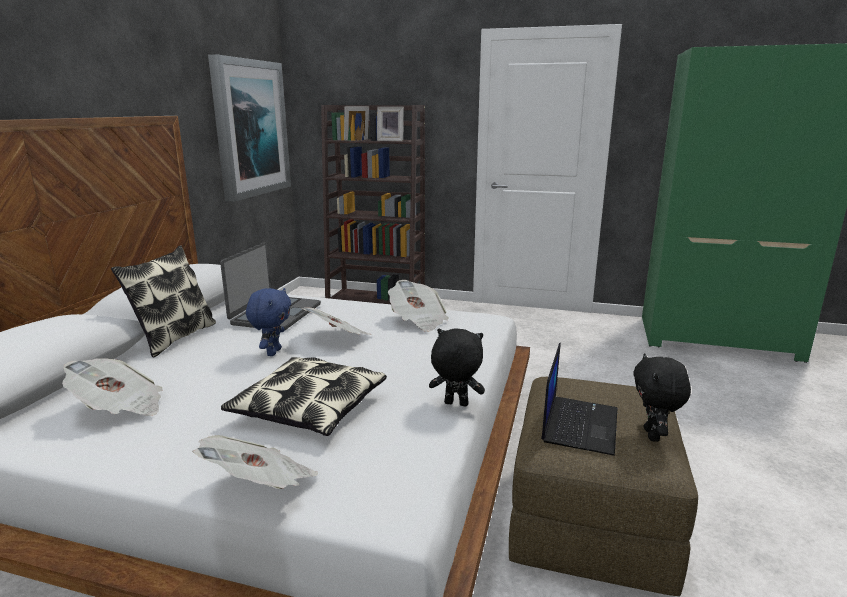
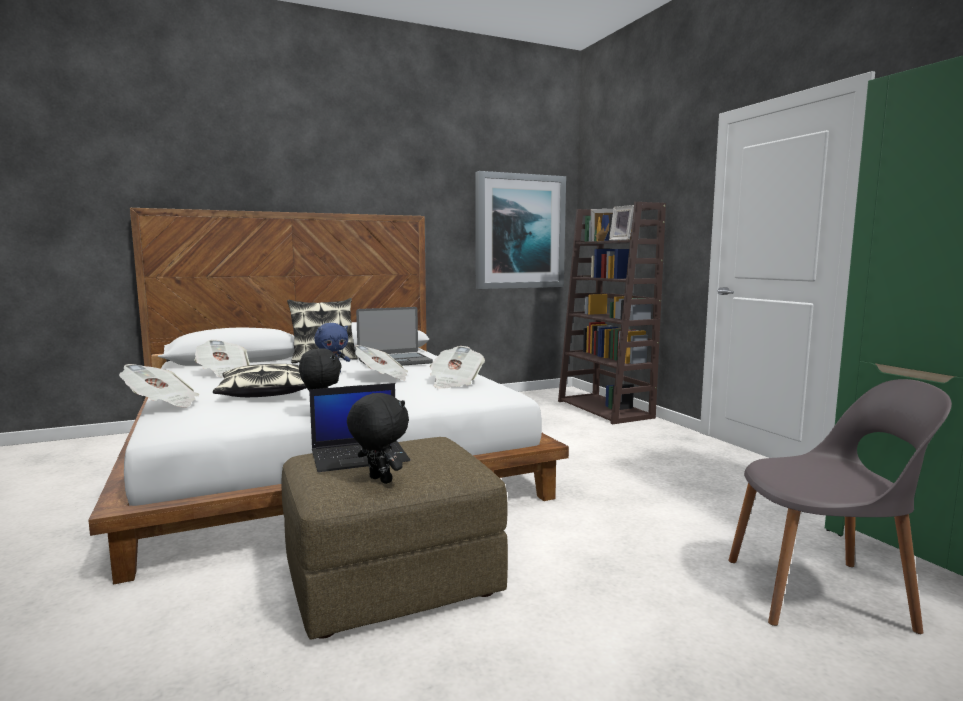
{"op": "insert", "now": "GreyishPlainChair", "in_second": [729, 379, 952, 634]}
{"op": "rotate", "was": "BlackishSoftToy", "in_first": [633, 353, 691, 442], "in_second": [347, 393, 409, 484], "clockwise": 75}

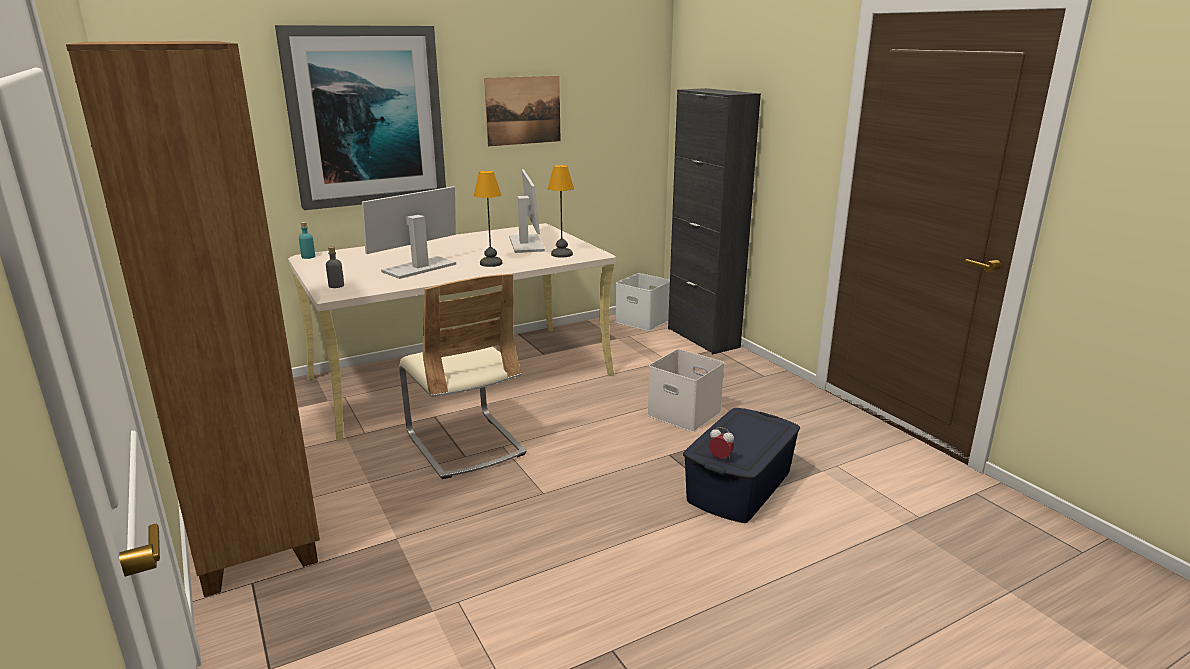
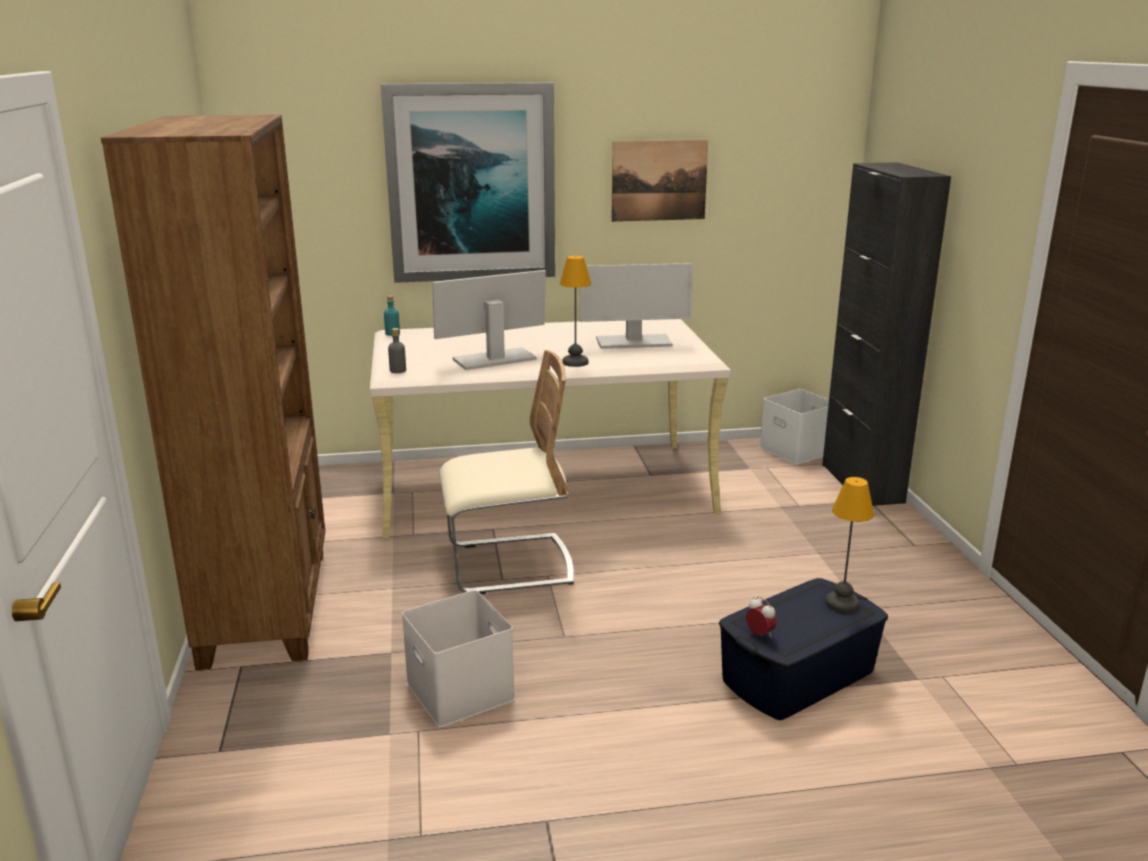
{"op": "move", "was": "TabletopLamp", "in_first": [548, 165, 574, 258], "in_second": [825, 477, 874, 613]}
{"op": "move", "was": "WhiteStorageBox", "in_first": [647, 349, 724, 432], "in_second": [402, 590, 515, 727]}
{"op": "rotate", "was": "BeigeColouredPlainChair", "in_first": [399, 274, 527, 479], "in_second": [439, 350, 574, 594], "clockwise": -90}
{"op": "rotate", "was": "Monitor", "in_first": [509, 169, 545, 253], "in_second": [580, 263, 693, 349], "clockwise": 75}

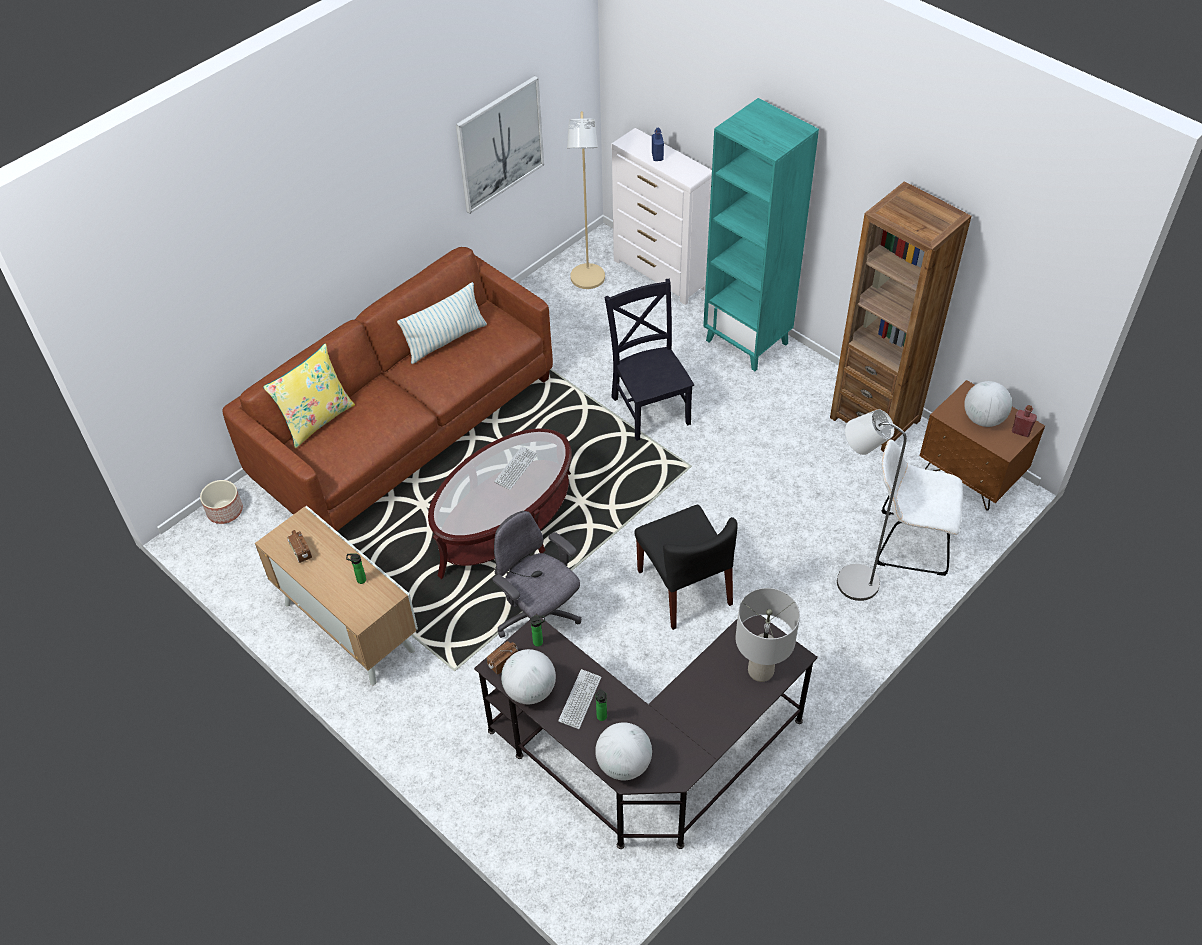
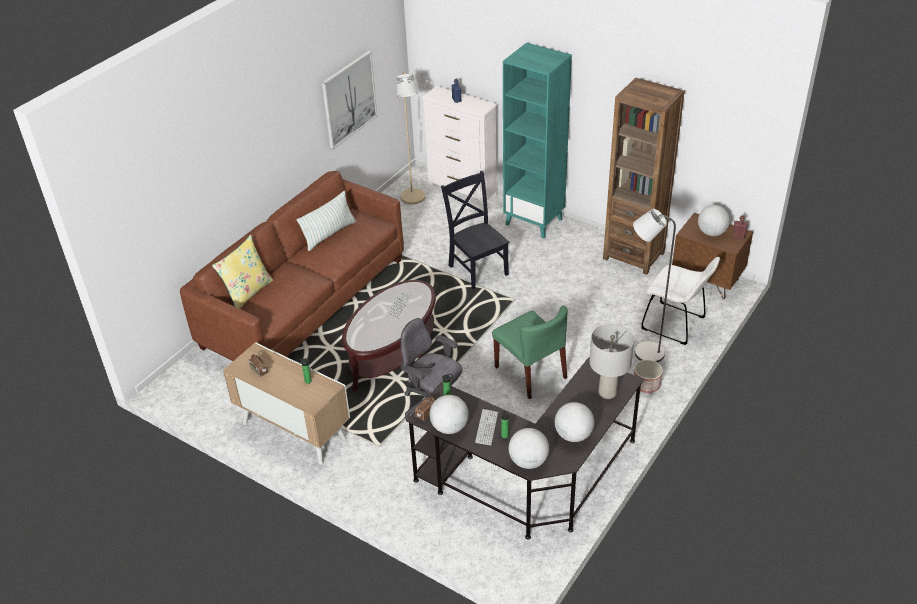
{"op": "insert", "now": "Globe", "in_second": [555, 402, 594, 442]}
{"op": "move", "was": "FlowerPot", "in_first": [200, 480, 243, 524], "in_second": [634, 360, 663, 393]}
{"op": "recolor", "was": "BlackishPlainChair", "now": "GreenishPlainChair", "in_first": [634, 505, 738, 630], "in_second": [492, 306, 568, 399]}
{"op": "rotate", "was": "WhitePlainChair", "in_first": [877, 439, 963, 576], "in_second": [641, 257, 720, 345], "clockwise": -150}

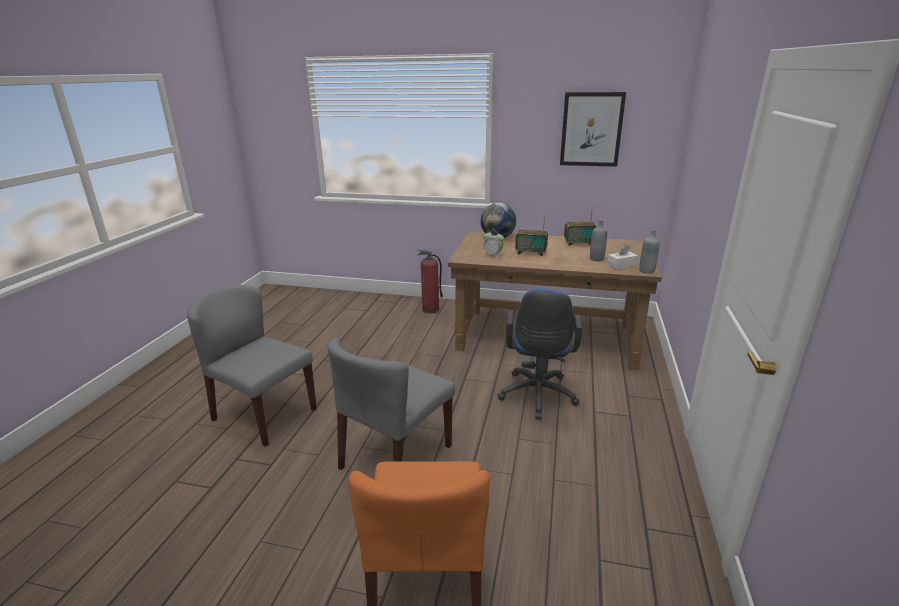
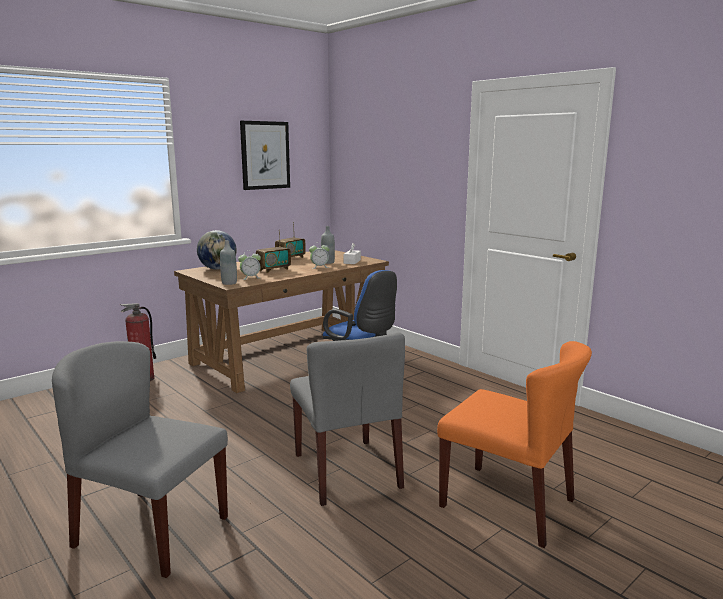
{"op": "insert", "now": "AlarmClock", "in_second": [309, 242, 329, 269]}
{"op": "move", "was": "GreyishDrinkBottle", "in_first": [639, 229, 660, 274], "in_second": [220, 240, 237, 285]}
{"op": "rotate", "was": "GreyishPlainChair", "in_first": [187, 285, 317, 447], "in_second": [52, 341, 228, 578], "clockwise": 45}

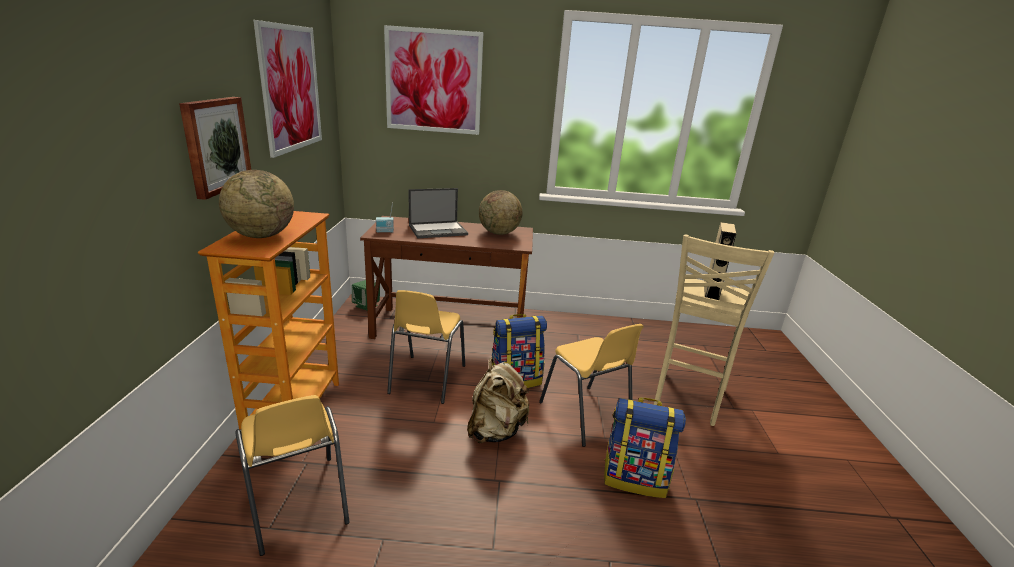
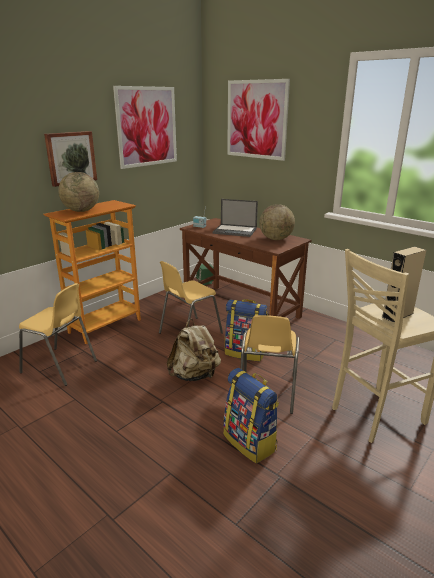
{"op": "rotate", "was": "YellowColouredPlainChair", "in_first": [235, 395, 350, 556], "in_second": [19, 283, 97, 386], "clockwise": -75}

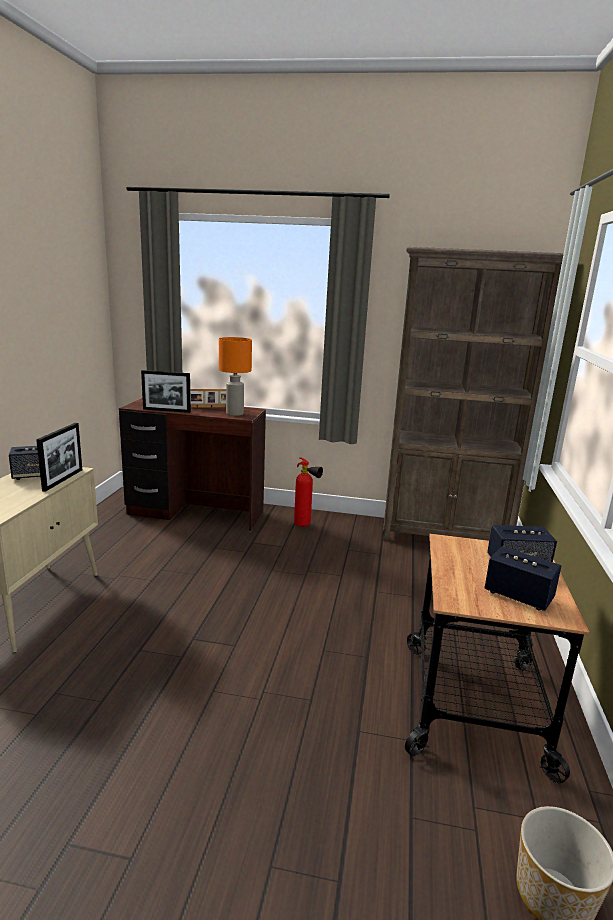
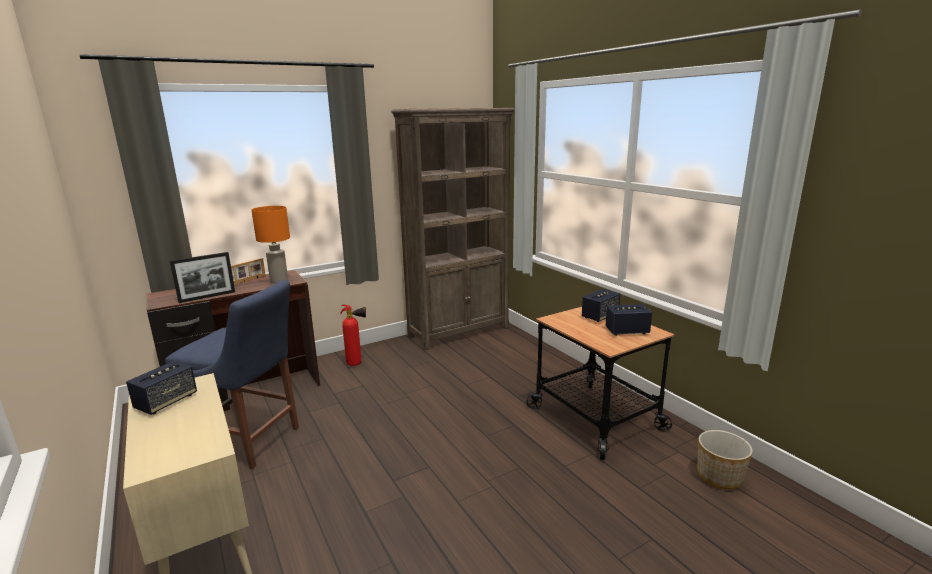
{"op": "delete", "was": "PictureFrame", "in_first": [36, 423, 82, 492]}
{"op": "insert", "now": "BlueColouredPlainChair", "in_second": [165, 280, 299, 469]}

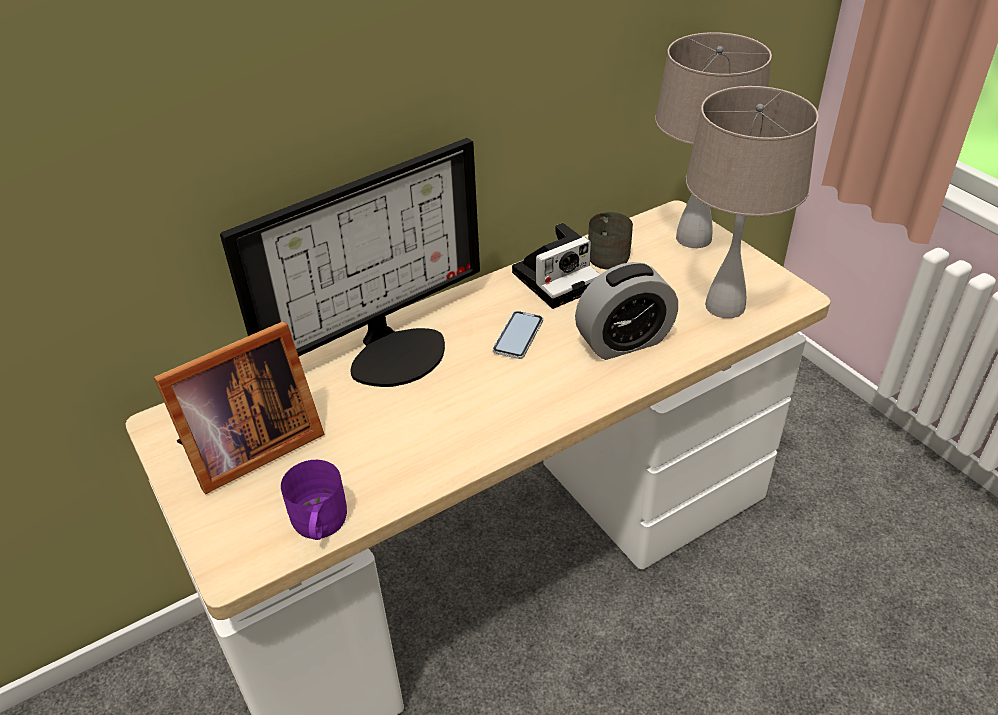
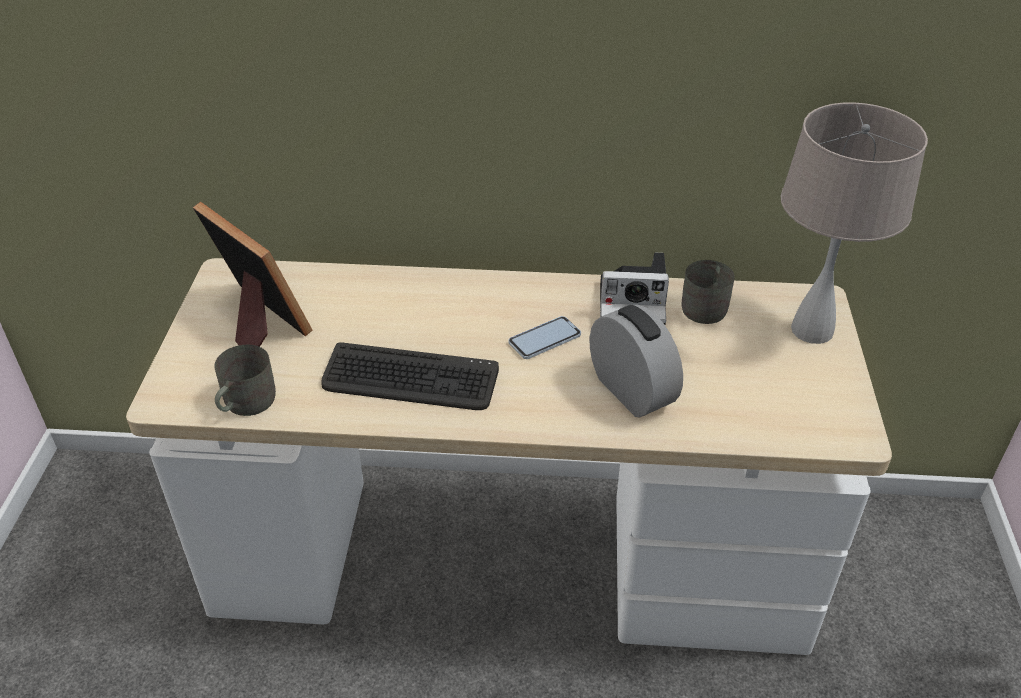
{"op": "delete", "was": "Monitor", "in_first": [220, 138, 480, 387]}
{"op": "delete", "was": "BeigeColouredTabletopLamp", "in_first": [686, 86, 819, 318]}
{"op": "insert", "now": "ComputerKeyboard", "in_second": [321, 342, 499, 410]}
{"op": "recolor", "was": "PurpleCoffeeMug", "now": "GreyishCoffeeMug", "in_first": [281, 460, 347, 540], "in_second": [214, 345, 276, 416]}
{"op": "rotate", "was": "PictureFrame", "in_first": [154, 321, 324, 494], "in_second": [193, 202, 312, 347], "clockwise": -135}
{"op": "rotate", "was": "AlarmClock", "in_first": [575, 262, 678, 360], "in_second": [589, 305, 683, 417], "clockwise": -135}

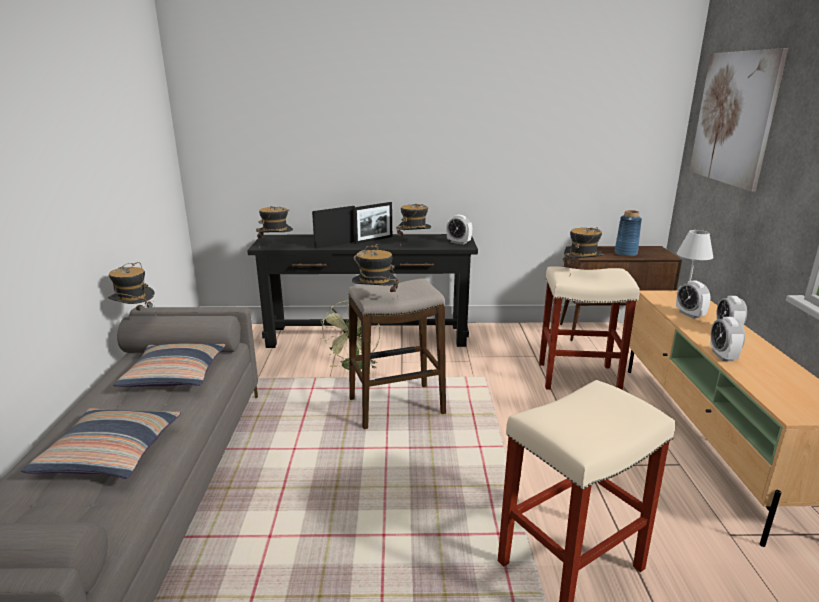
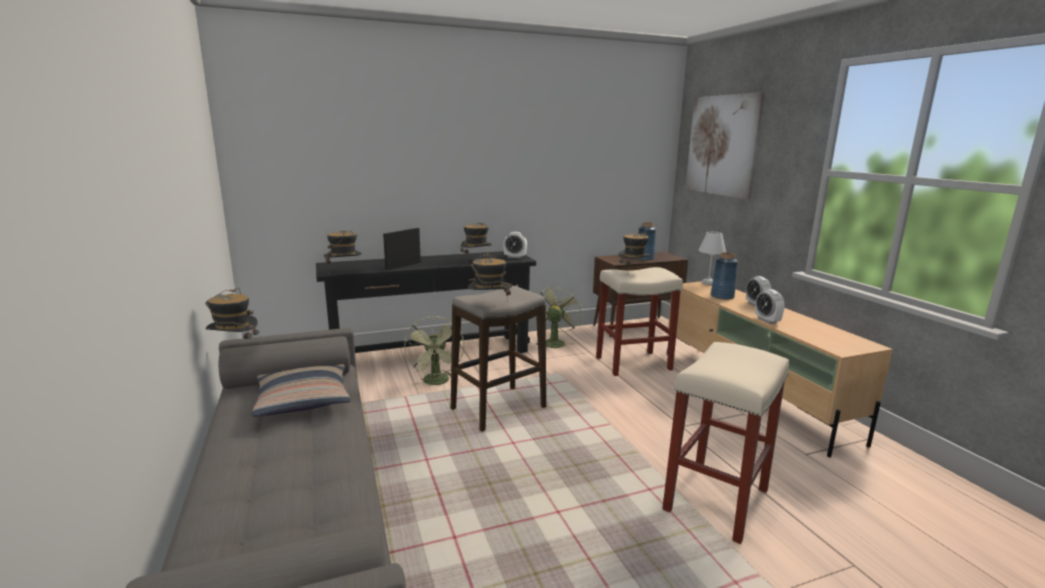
{"op": "delete", "was": "Cushion", "in_first": [21, 408, 181, 479]}
{"op": "delete", "was": "PictureFrame", "in_first": [353, 202, 392, 244]}
{"op": "insert", "now": "GreenishCoolingFan", "in_second": [536, 285, 582, 348]}
{"op": "replace", "was": "AlarmClock", "now": "BlueColouredDecorativeVase", "in_first": [676, 280, 711, 319], "in_second": [711, 252, 738, 300]}

